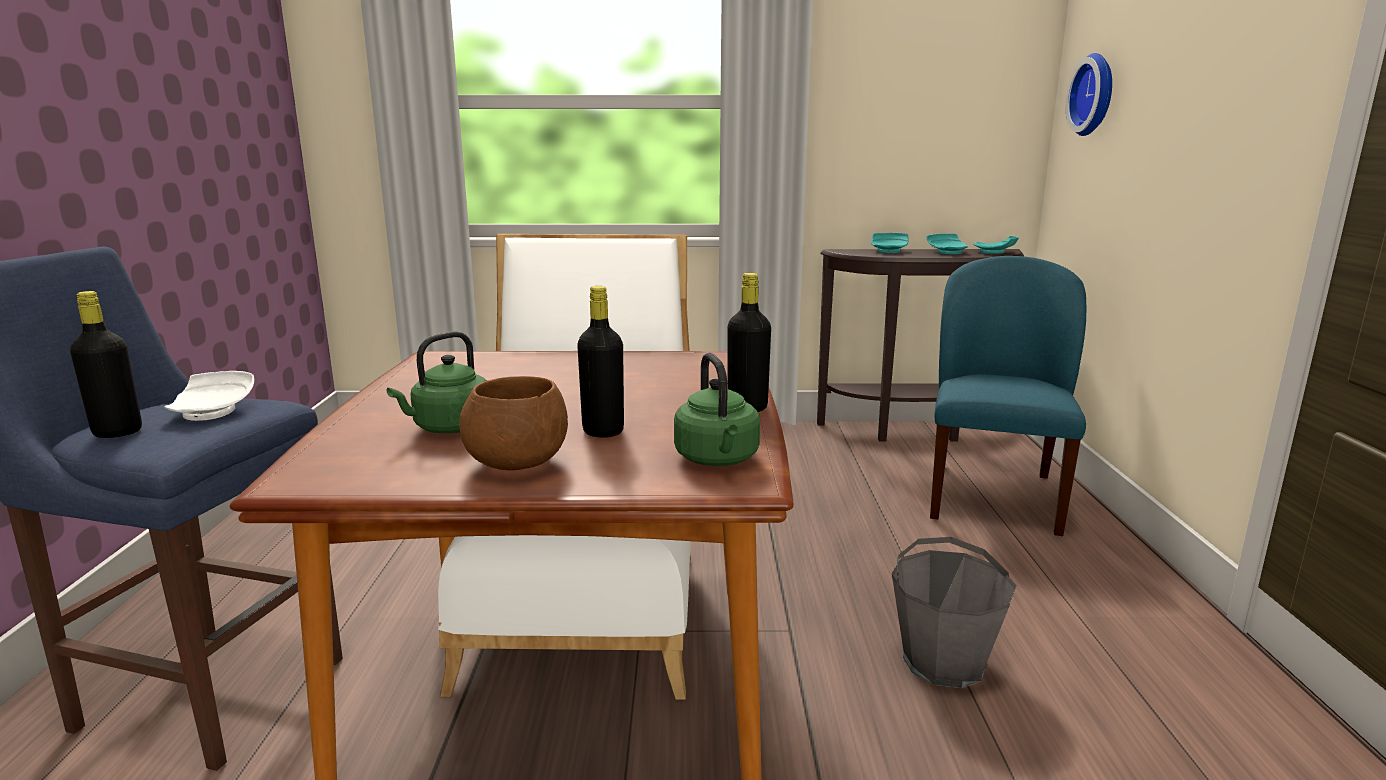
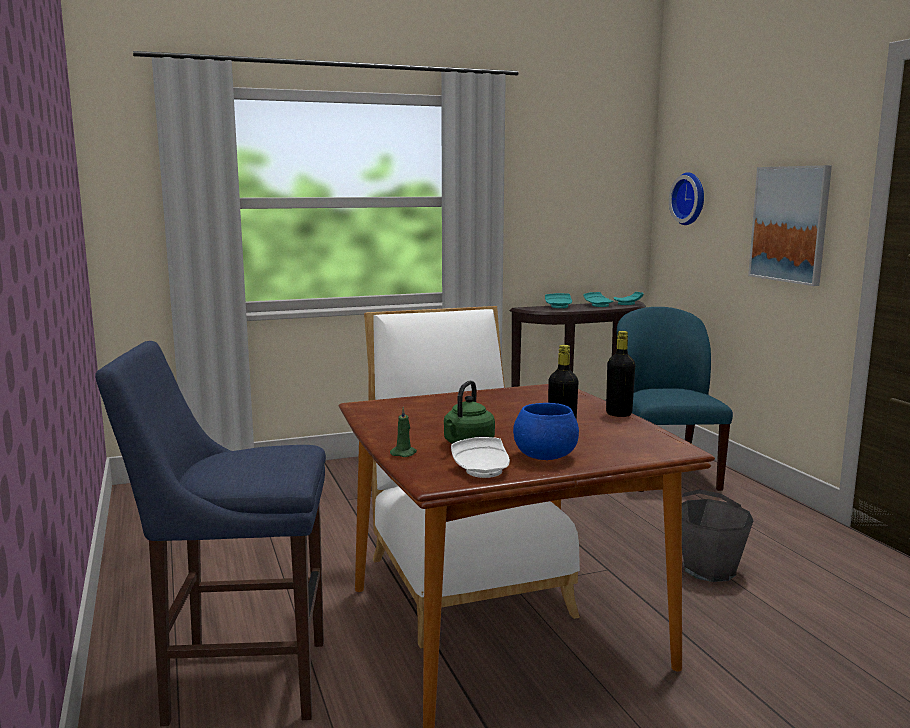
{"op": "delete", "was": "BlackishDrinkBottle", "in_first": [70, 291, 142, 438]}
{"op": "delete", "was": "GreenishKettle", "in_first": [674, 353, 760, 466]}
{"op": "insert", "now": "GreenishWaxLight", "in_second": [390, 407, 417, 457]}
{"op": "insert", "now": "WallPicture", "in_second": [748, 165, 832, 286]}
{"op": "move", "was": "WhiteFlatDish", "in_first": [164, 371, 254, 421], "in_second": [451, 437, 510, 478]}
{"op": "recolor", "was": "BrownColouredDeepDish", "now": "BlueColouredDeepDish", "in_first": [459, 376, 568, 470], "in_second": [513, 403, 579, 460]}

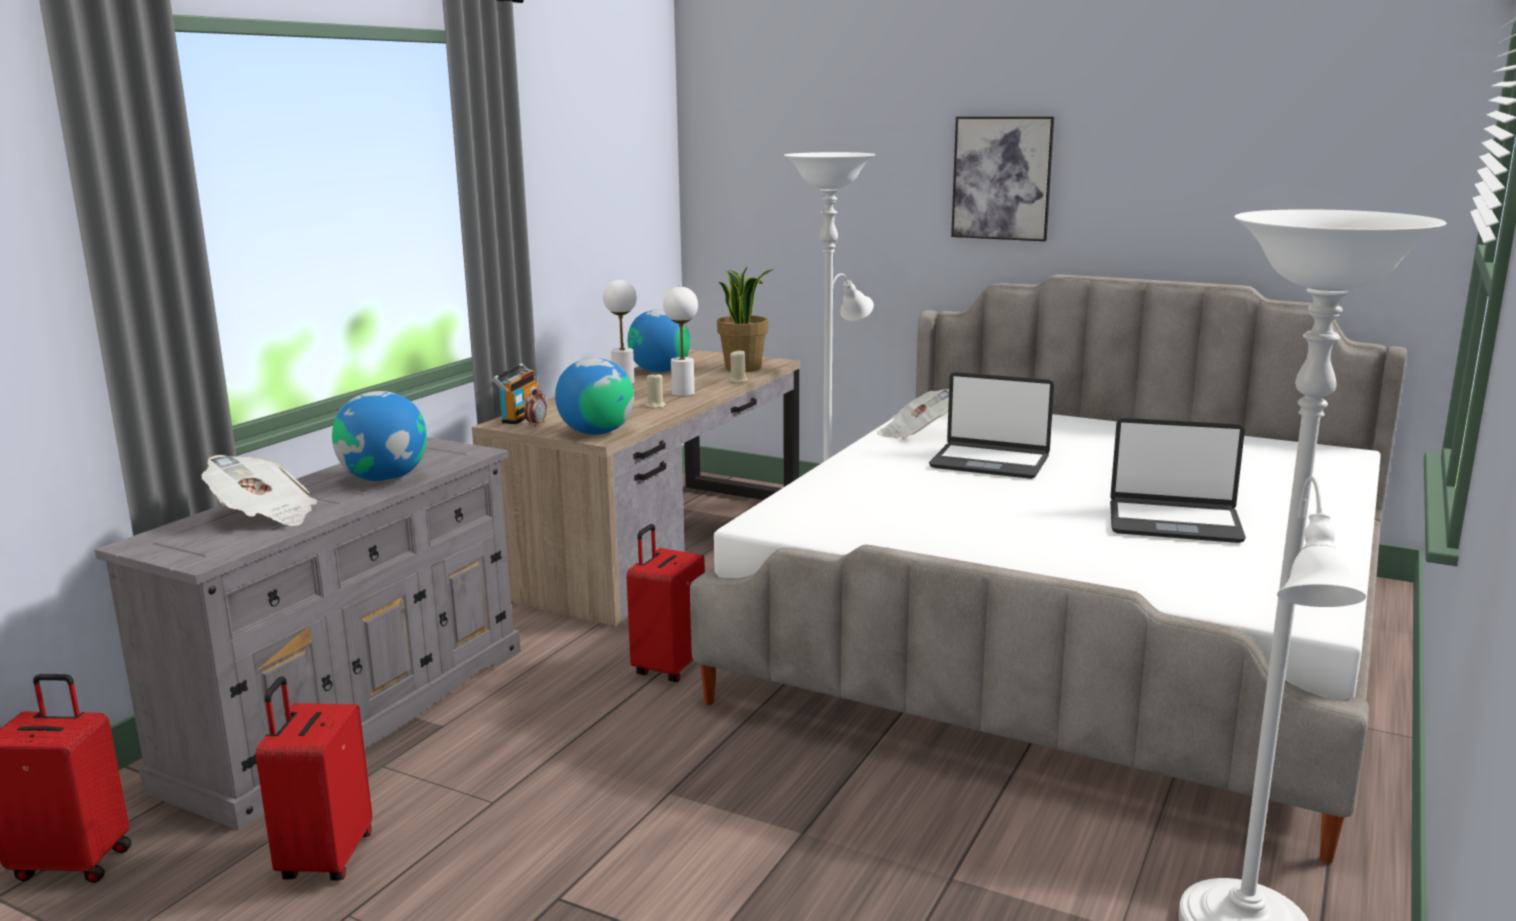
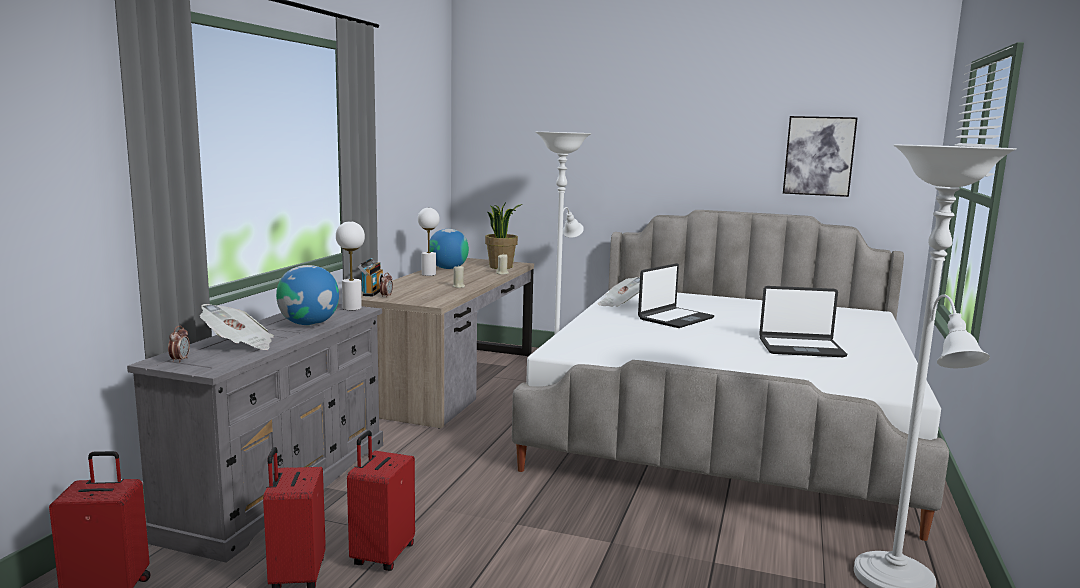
{"op": "delete", "was": "Globe", "in_first": [555, 358, 634, 435]}
{"op": "insert", "now": "AlarmClock", "in_second": [168, 326, 190, 363]}
{"op": "move", "was": "RedColouredPieceOfLuggage", "in_first": [626, 524, 705, 682], "in_second": [347, 430, 415, 571]}
{"op": "move", "was": "WhiteTabletopLamp", "in_first": [663, 287, 698, 396], "in_second": [336, 221, 365, 310]}
{"op": "move", "was": "WallPicture", "in_first": [951, 116, 1054, 241], "in_second": [783, 116, 858, 197]}
{"op": "rotate", "was": "NotebookComputer", "in_first": [929, 372, 1054, 479], "in_second": [638, 263, 714, 328], "clockwise": -60}

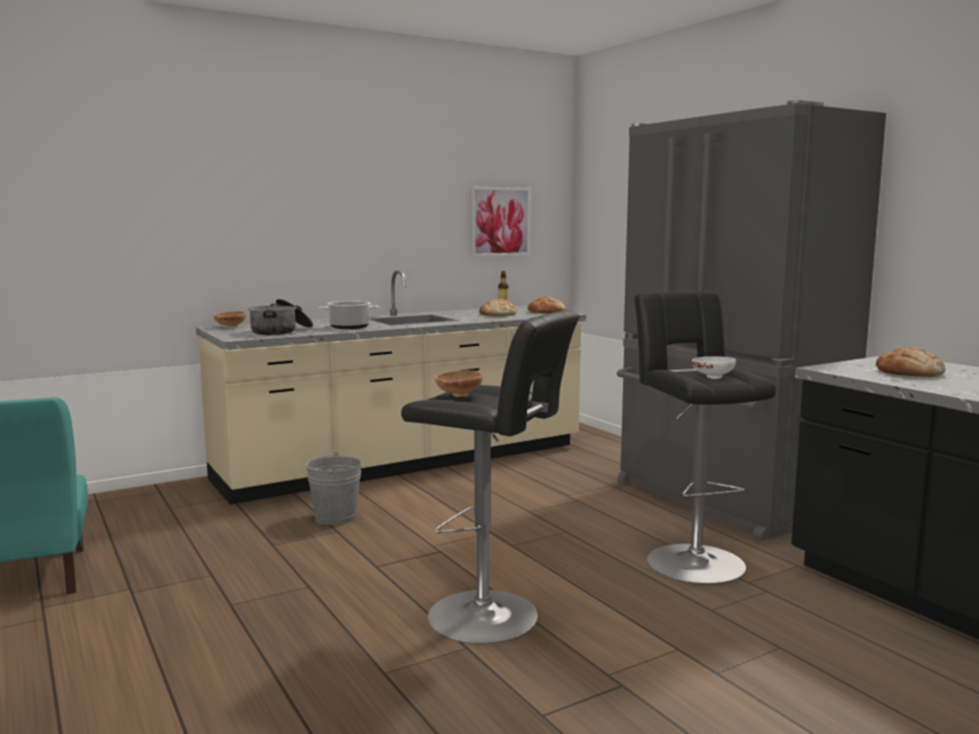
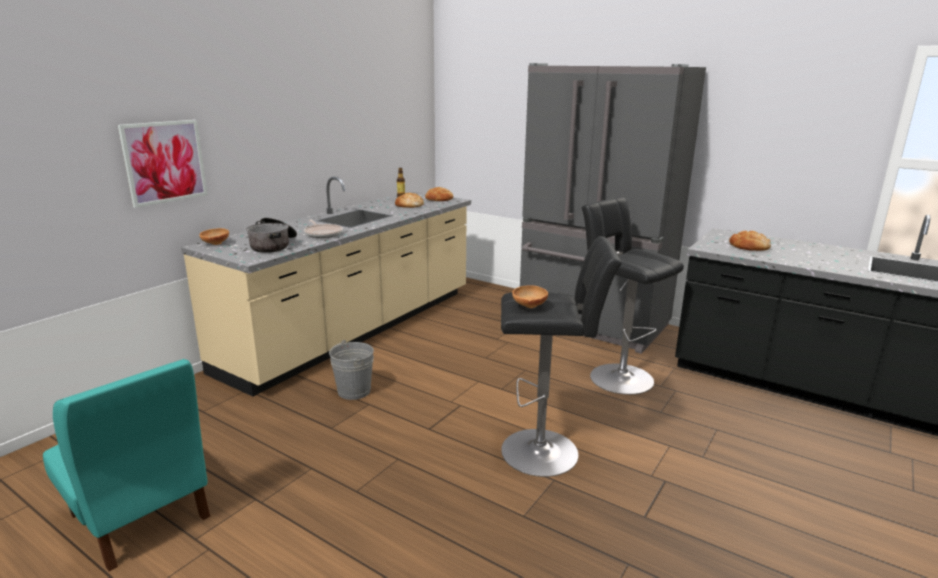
{"op": "delete", "was": "WhiteDeepDish", "in_first": [692, 356, 736, 379]}
{"op": "move", "was": "WallPicture", "in_first": [471, 187, 531, 257], "in_second": [118, 120, 207, 208]}
{"op": "replace", "was": "Stockpot", "now": "Skillet", "in_first": [318, 301, 380, 329], "in_second": [304, 220, 343, 238]}

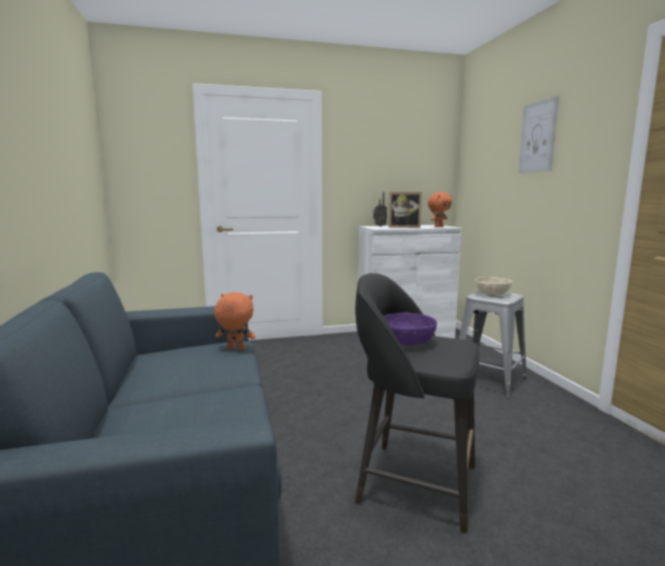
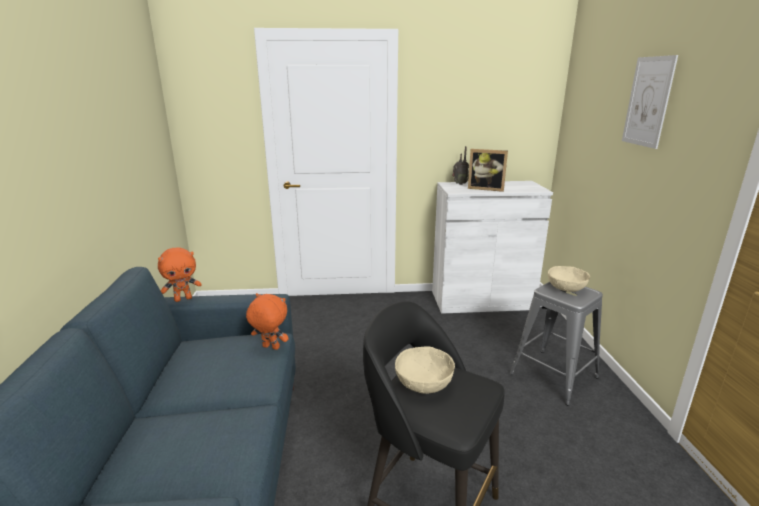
{"op": "move", "was": "OrangeySoftToy", "in_first": [428, 192, 452, 227], "in_second": [158, 247, 202, 302]}
{"op": "recolor", "was": "PurpleDeepDish", "now": "BeigeColouredDeepDish", "in_first": [384, 312, 437, 346], "in_second": [395, 346, 455, 394]}

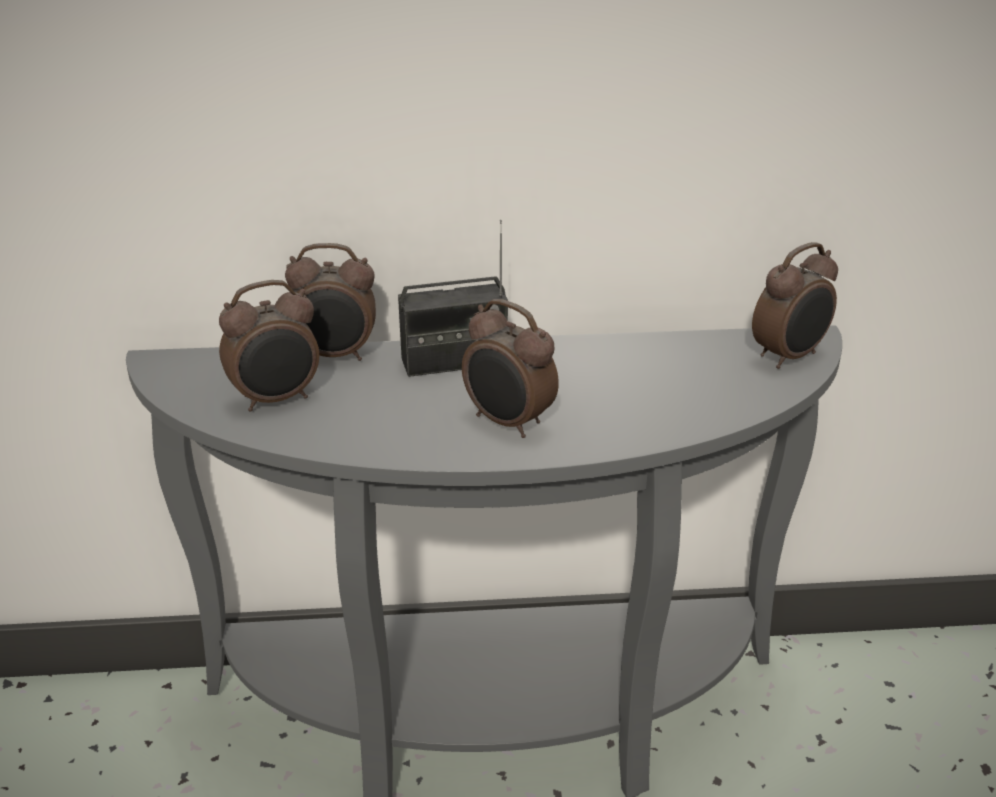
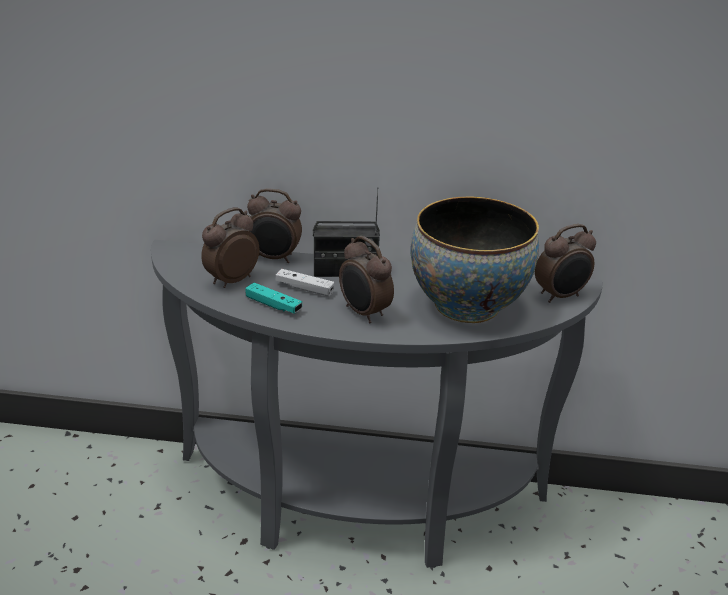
{"op": "insert", "now": "TurquoiseColouredGamepad", "in_second": [245, 283, 302, 314]}
{"op": "insert", "now": "WhiteGamepad", "in_second": [276, 269, 335, 297]}
{"op": "insert", "now": "DeepDish", "in_second": [410, 197, 539, 323]}
{"op": "rotate", "was": "AlarmClock", "in_first": [219, 280, 319, 412], "in_second": [201, 207, 259, 288], "clockwise": 150}

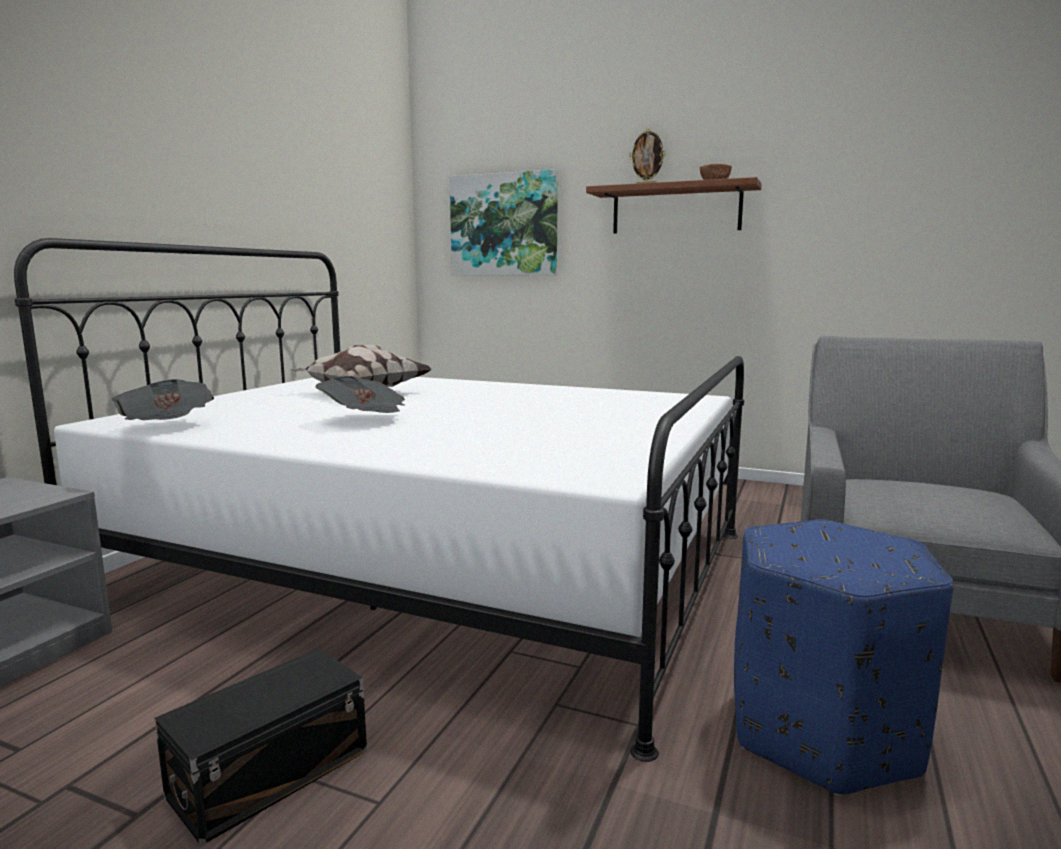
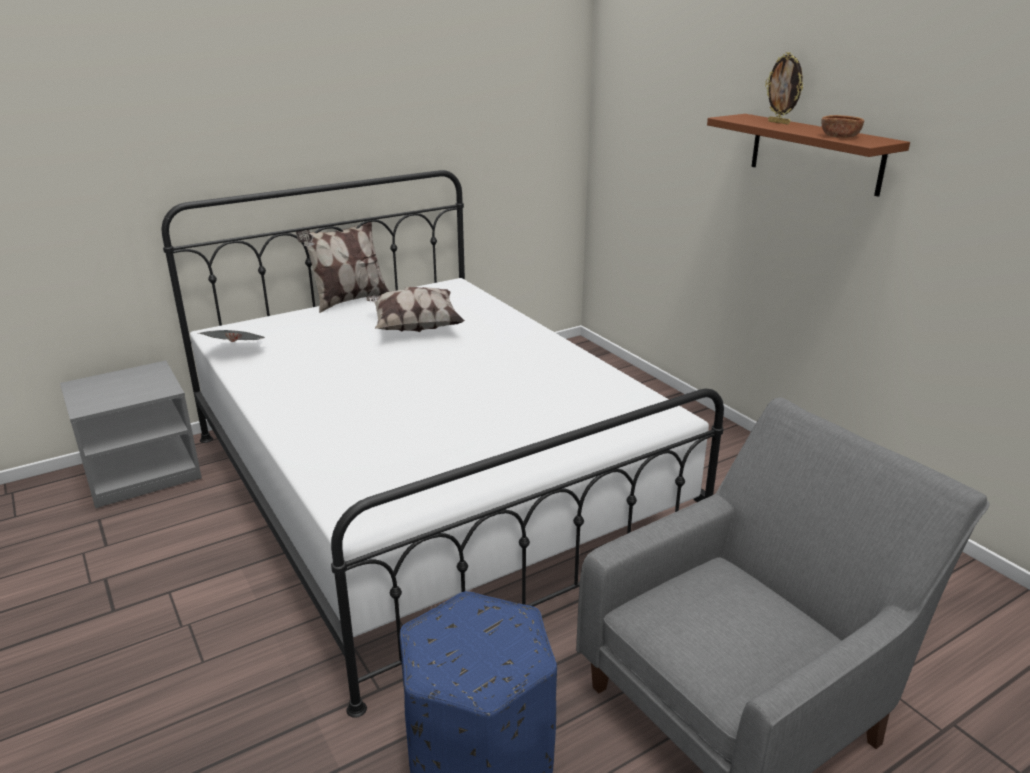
{"op": "delete", "was": "BlackishStorageBox", "in_first": [154, 649, 367, 846]}
{"op": "delete", "was": "DailyPaper", "in_first": [316, 376, 405, 413]}
{"op": "delete", "was": "WallPicture", "in_first": [450, 169, 558, 276]}
{"op": "insert", "now": "Cushion", "in_second": [296, 222, 389, 313]}

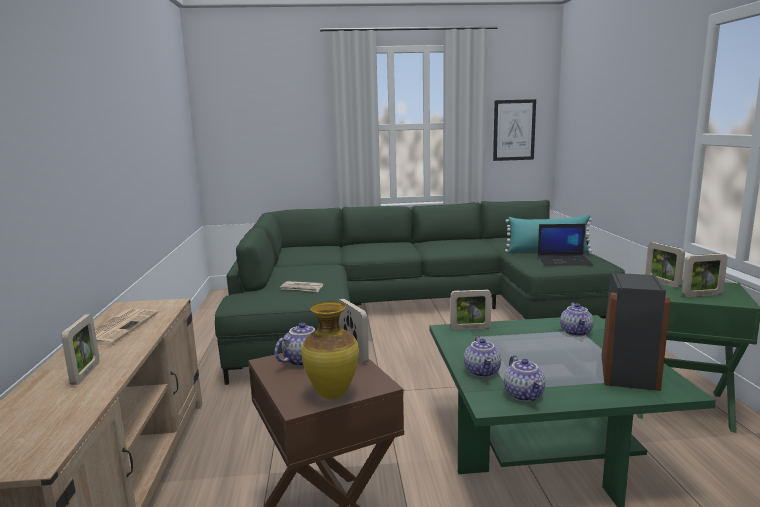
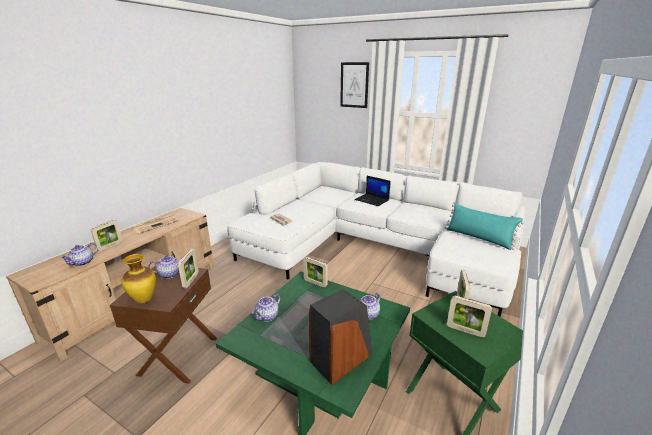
{"op": "move", "was": "WallPicture", "in_first": [493, 99, 536, 161], "in_second": [340, 62, 369, 108]}
{"op": "move", "was": "Teapot", "in_first": [504, 355, 545, 402], "in_second": [60, 243, 97, 266]}
{"op": "move", "was": "NotebookComputer", "in_first": [538, 224, 593, 266], "in_second": [355, 176, 391, 206]}
{"op": "recolor", "was": "GreenishCouch", "now": "WhiteCouch", "in_first": [215, 200, 625, 385], "in_second": [227, 162, 525, 317]}

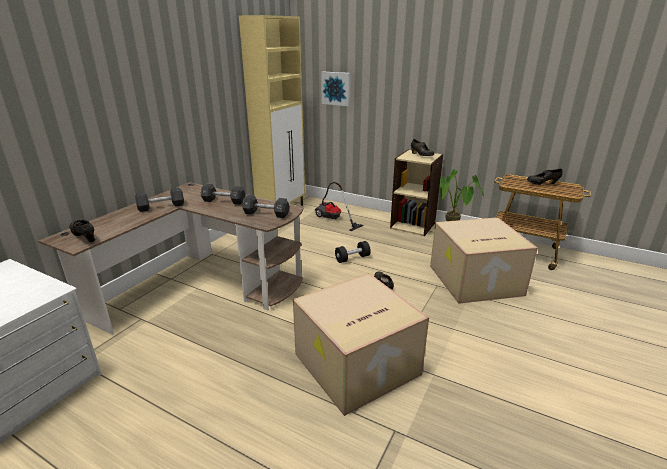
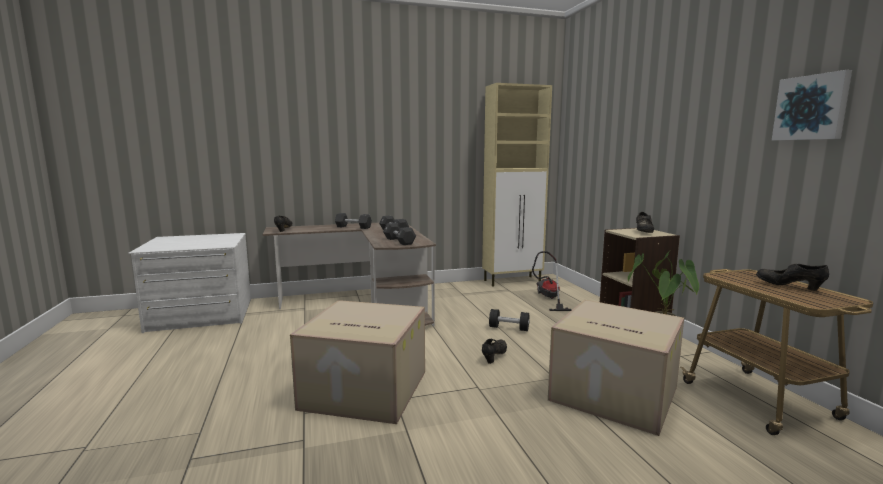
{"op": "move", "was": "WallPicture", "in_first": [321, 71, 351, 106], "in_second": [772, 70, 852, 141]}

